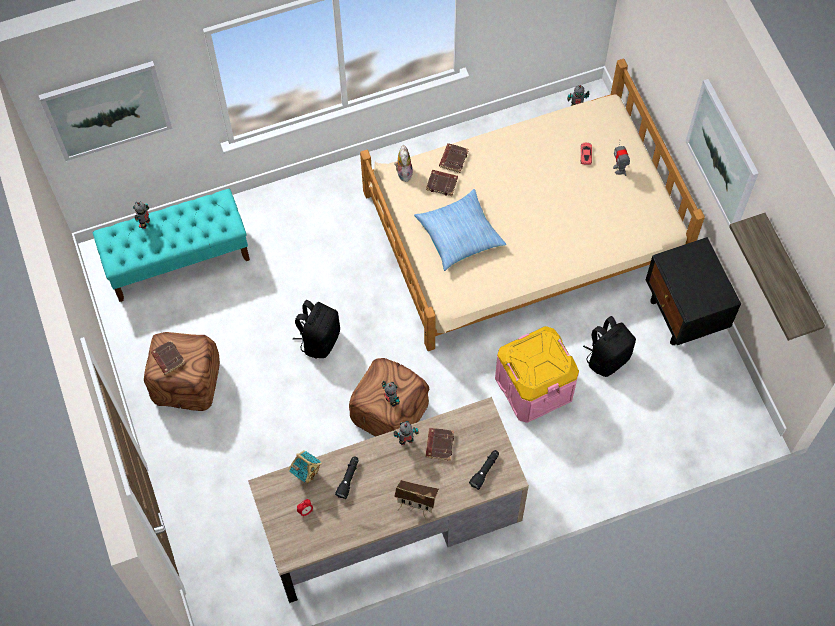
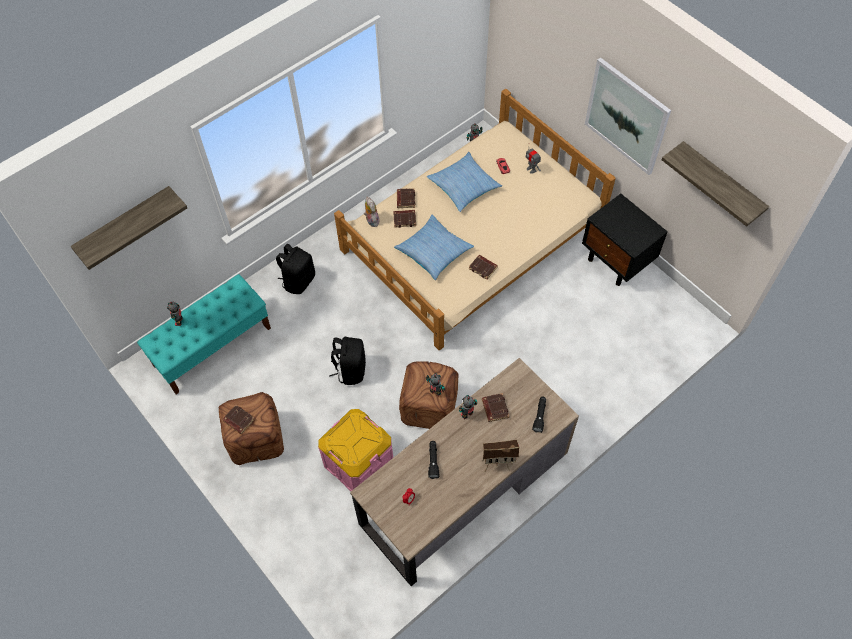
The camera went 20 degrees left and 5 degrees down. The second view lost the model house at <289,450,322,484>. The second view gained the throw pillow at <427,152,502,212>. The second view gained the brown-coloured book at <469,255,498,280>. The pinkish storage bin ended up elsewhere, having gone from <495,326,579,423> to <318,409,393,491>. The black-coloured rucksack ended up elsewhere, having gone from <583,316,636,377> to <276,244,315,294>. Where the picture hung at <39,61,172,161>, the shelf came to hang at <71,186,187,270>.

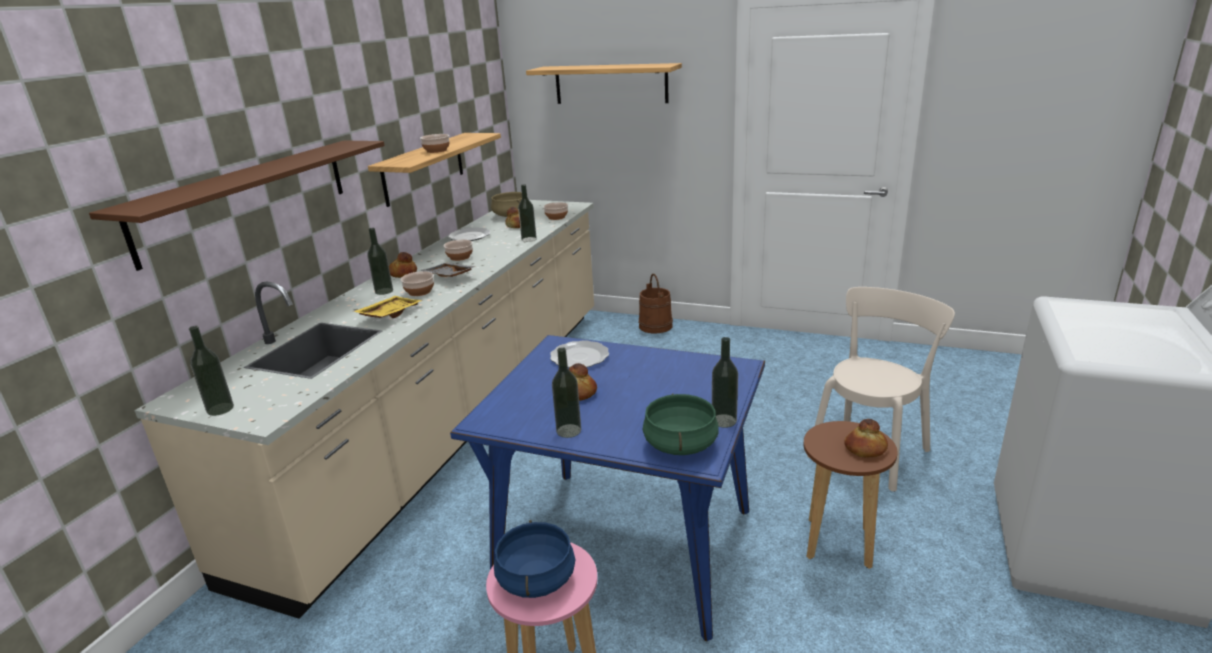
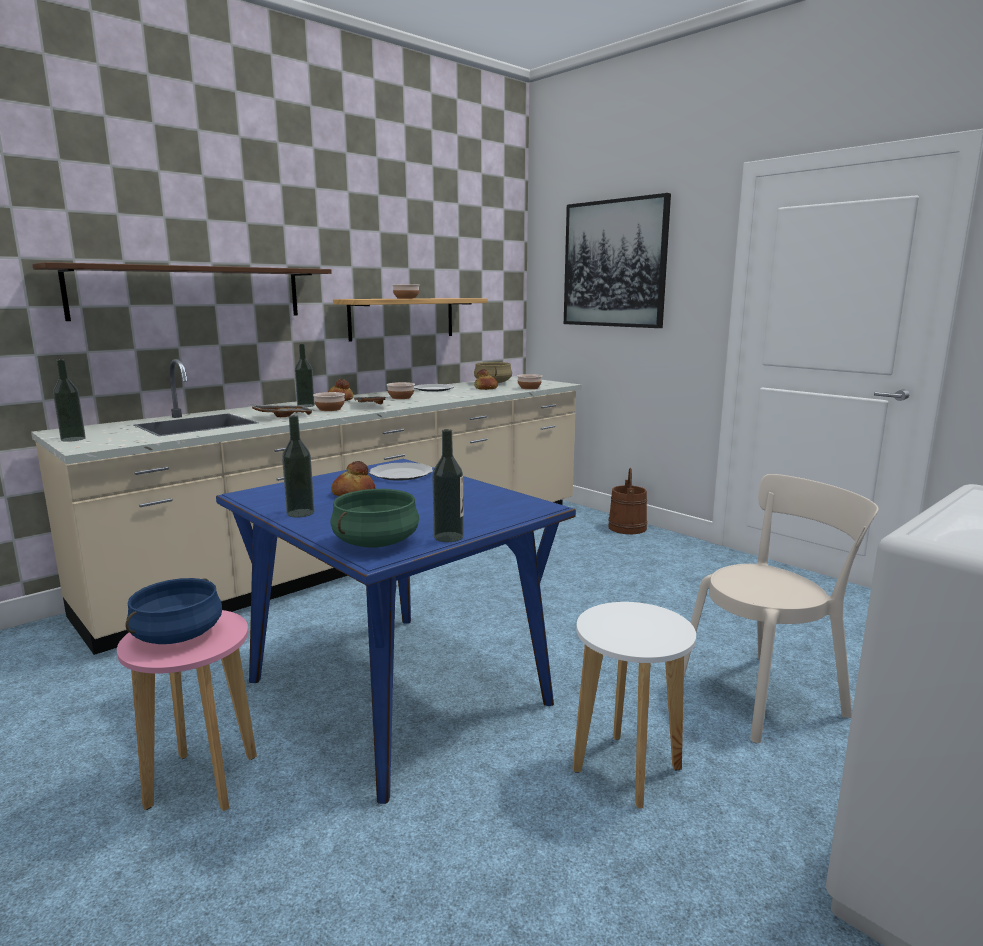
The camera went 25 degrees right and 10 degrees down. The second view lost the beverage bottle at <518,184,537,242>. The second view lost the bread at <844,419,888,457>. Where the shelf hung at <526,63,682,104>, the picture came to hang at <564,193,671,328>. What was the yellow carrying tray at <353,296,422,318> turned into the greyish carrying tray at <247,404,316,417>. What was the brown-coloured stool at <804,421,898,569> turned into the white stool at <573,602,696,808>.

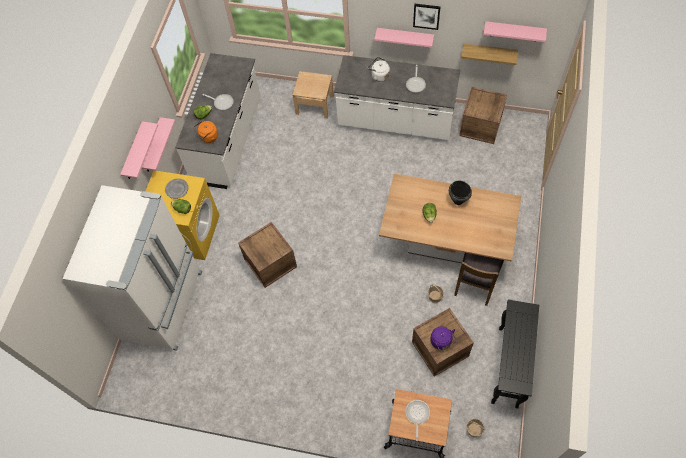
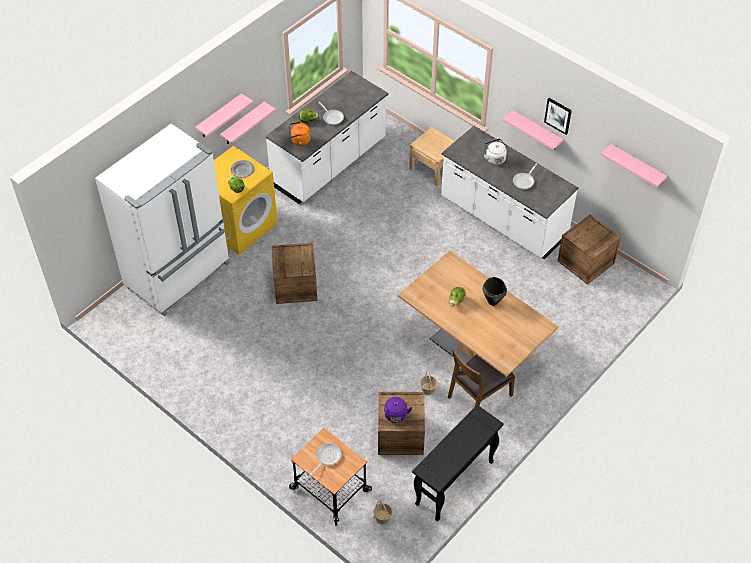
The camera went 25 degrees right and 10 degrees down. The second view lost the shelf at <461,43,518,65>.

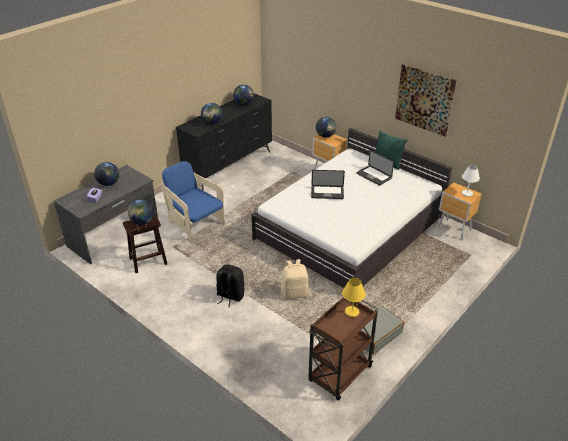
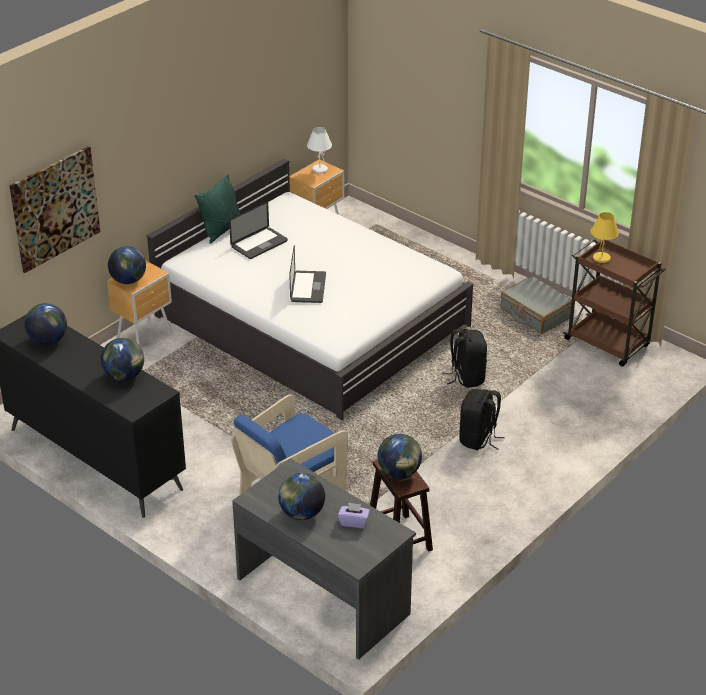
The camera went 90 degrees left and 0 degrees up. The picture ended up elsewhere, having gone from <395,64,457,137> to <9,146,100,273>. What was the beige-coloured rucksack at <281,259,309,300> turned into the black-coloured rucksack at <443,329,487,388>.

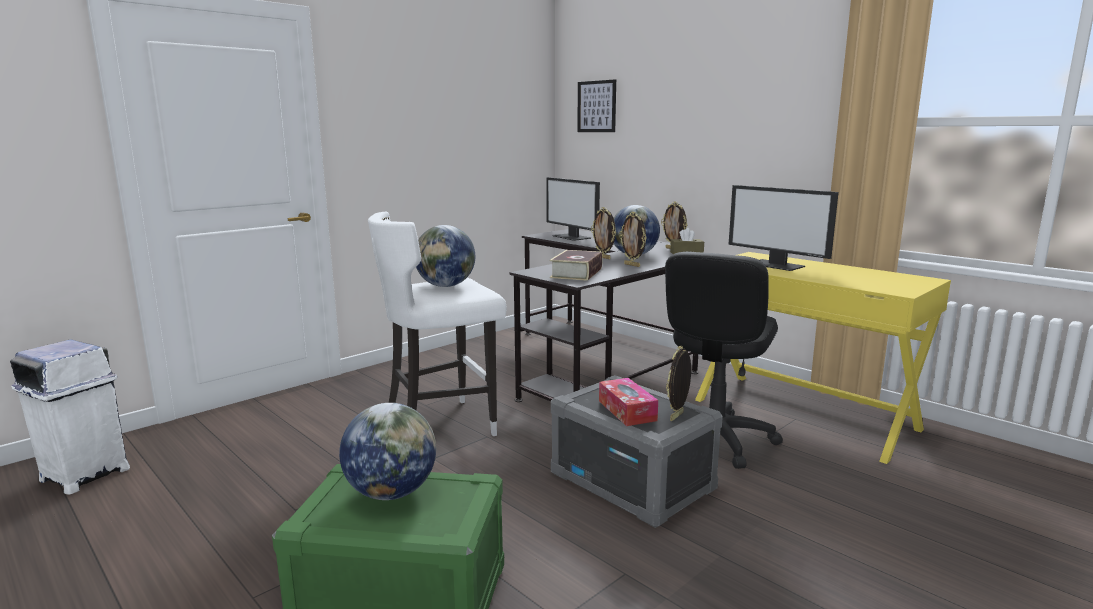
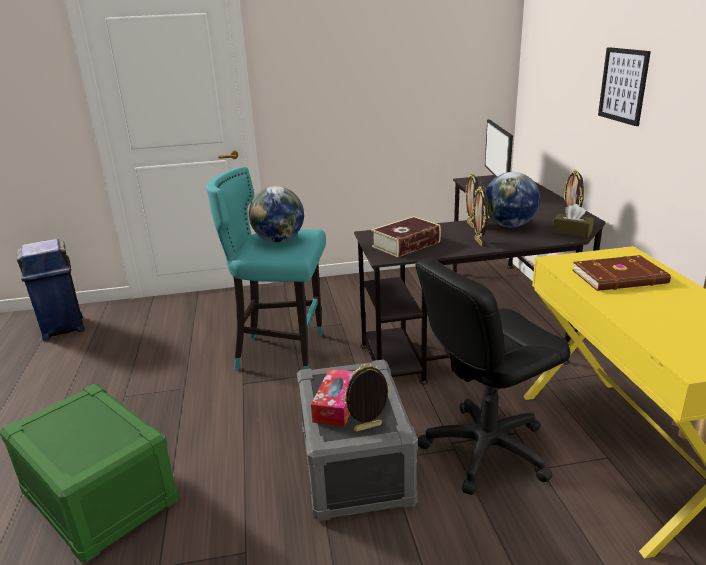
The camera went 35 degrees right and 10 degrees up. The second view lost the world globe at <339,403,436,500>. The picture ended up elsewhere, having gone from <577,79,616,132> to <598,47,651,126>. Where the computer display stood at <729,185,839,271>, the brown-coloured book came to stand at <572,255,671,291>. What was the white rubbish bin at <10,339,130,495> turned into the bluish rubbish bin at <17,239,85,341>. What was the white stool at <368,211,507,436> turned into the turquoise stool at <206,167,326,370>.

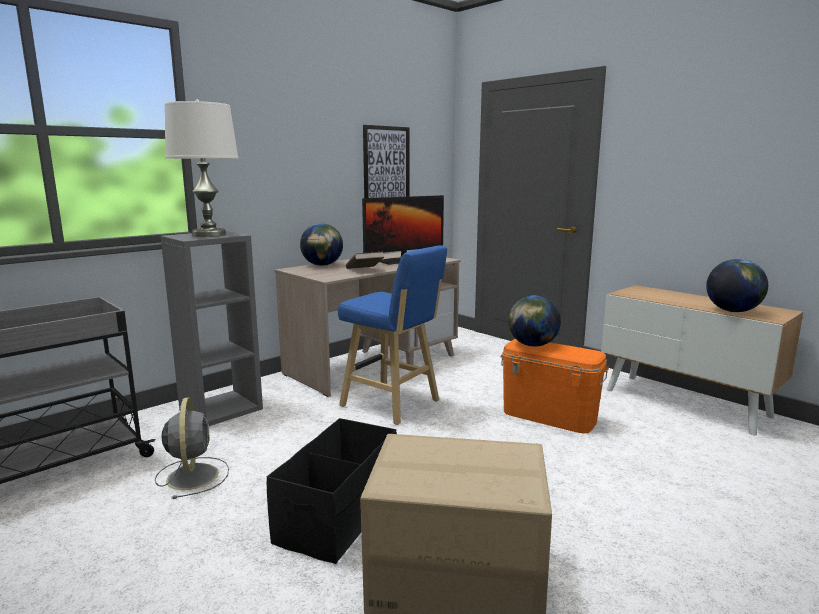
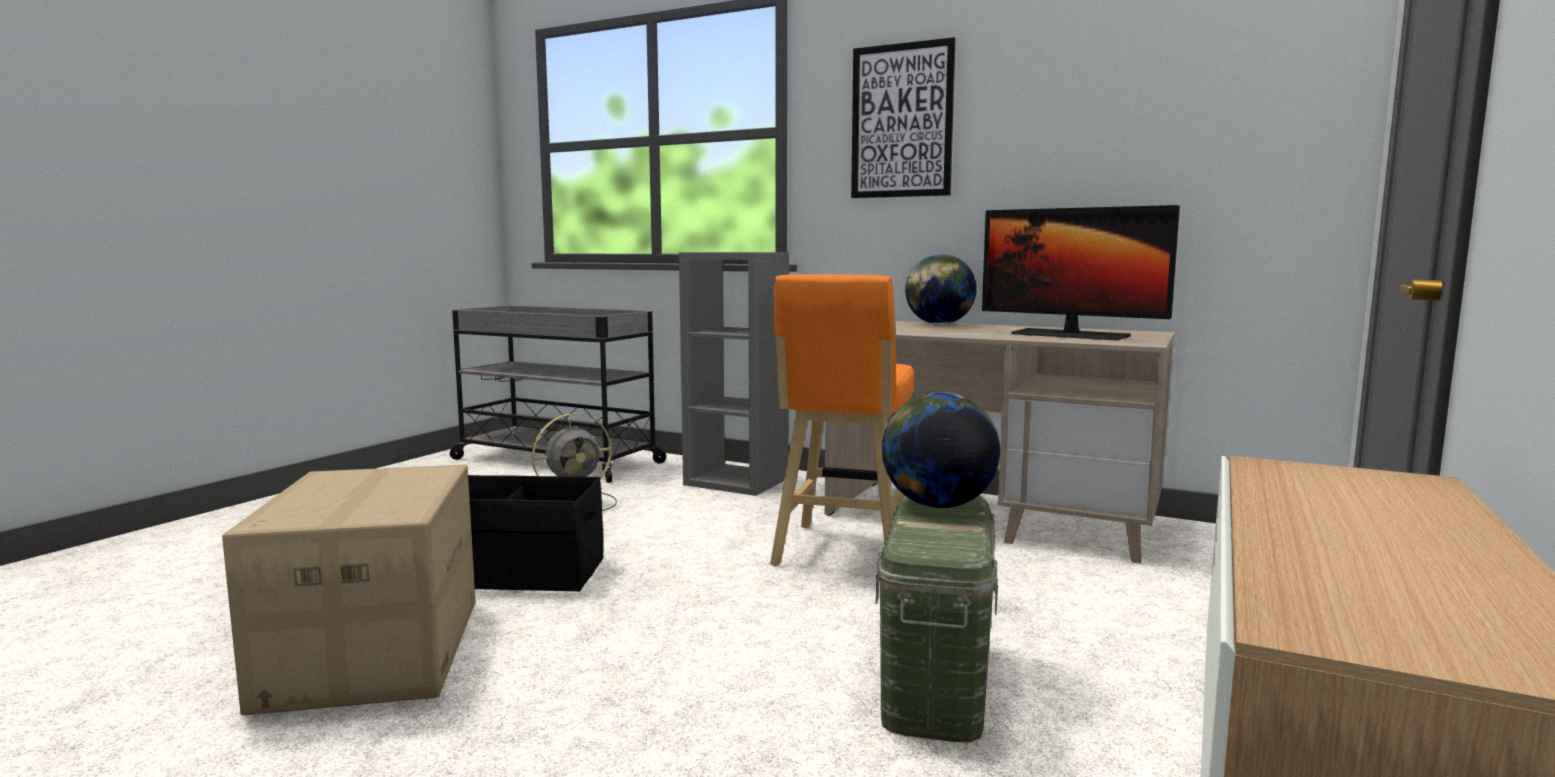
The camera went 70 degrees right and 5 degrees down. The second view lost the white tabletop lamp at <165,99,239,237>. The second view lost the brown-coloured book at <346,252,384,269>. The second view lost the world globe at <706,259,768,312>. The picture ended up elsewhere, having gone from <363,125,409,198> to <851,37,956,198>. What was the bluish stool at <338,246,447,425> turned into the orangey stool at <770,274,914,566>. What was the orangey storage bin at <501,339,609,434> turned into the green-coloured storage bin at <876,495,998,742>.

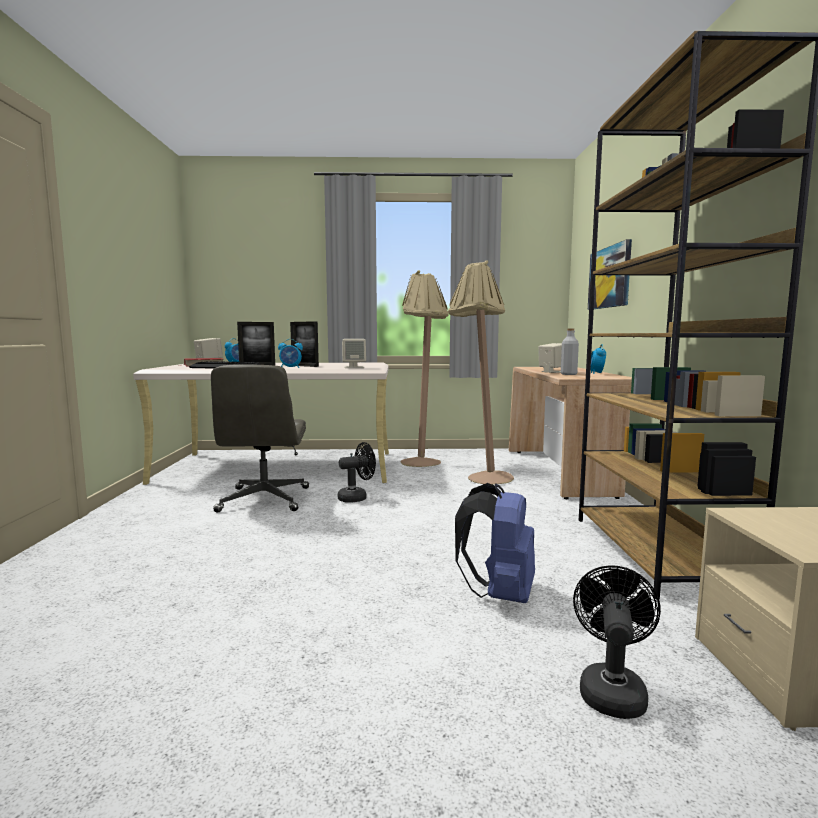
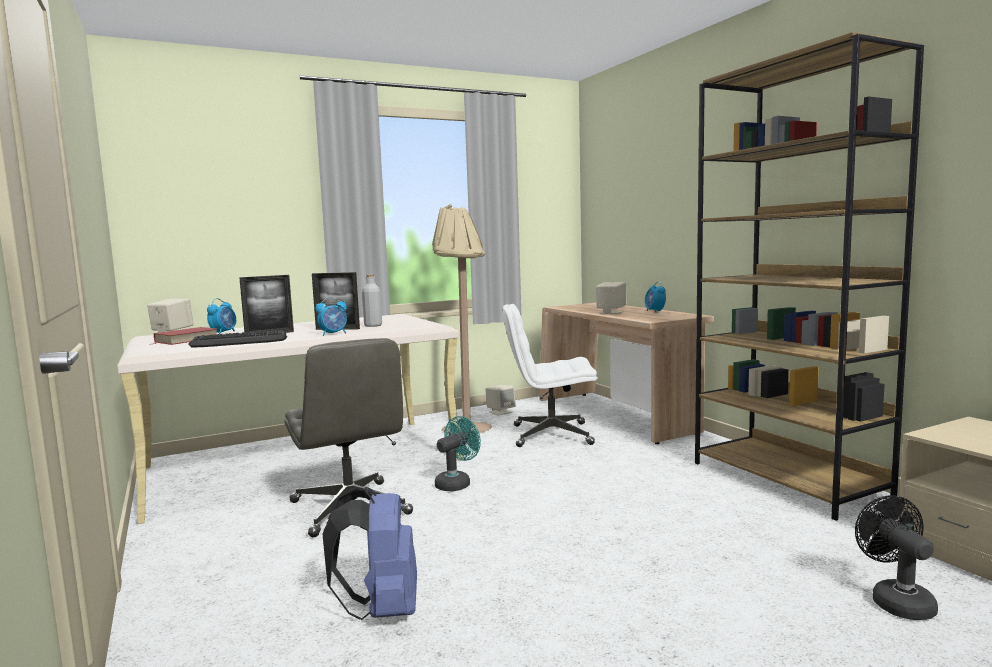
The camera went 25 degrees left and 0 degrees up. The second view lost the picture at <588,239,632,310>. The beige-coloured loudspeaker ended up elsewhere, having gone from <342,339,366,368> to <486,385,516,416>. The bluish rucksack ended up elsewhere, having gone from <455,483,535,603> to <322,487,417,620>. The greyish beverage bottle ended up elsewhere, having gone from <561,328,579,375> to <362,274,382,327>. Where the beige-coloured standard lamp stood at <448,260,514,484>, the white desk chair came to stand at <503,304,598,447>. What was the black-coloured cooling fan at <338,442,376,503> turned into the turquoise cooling fan at <435,416,481,491>.

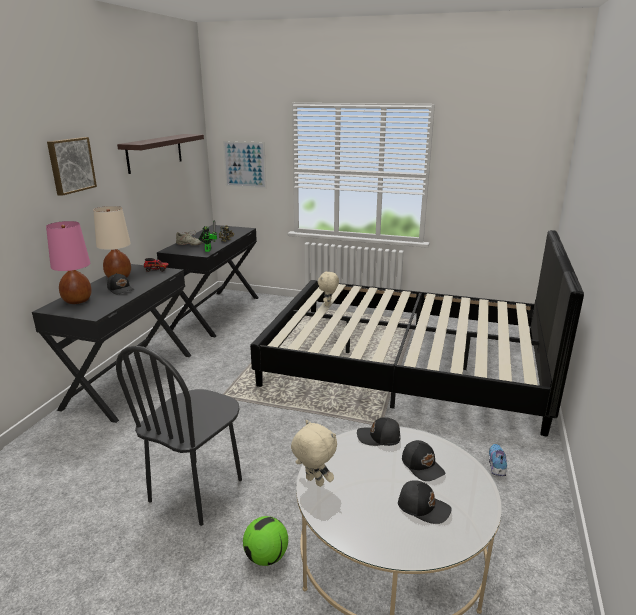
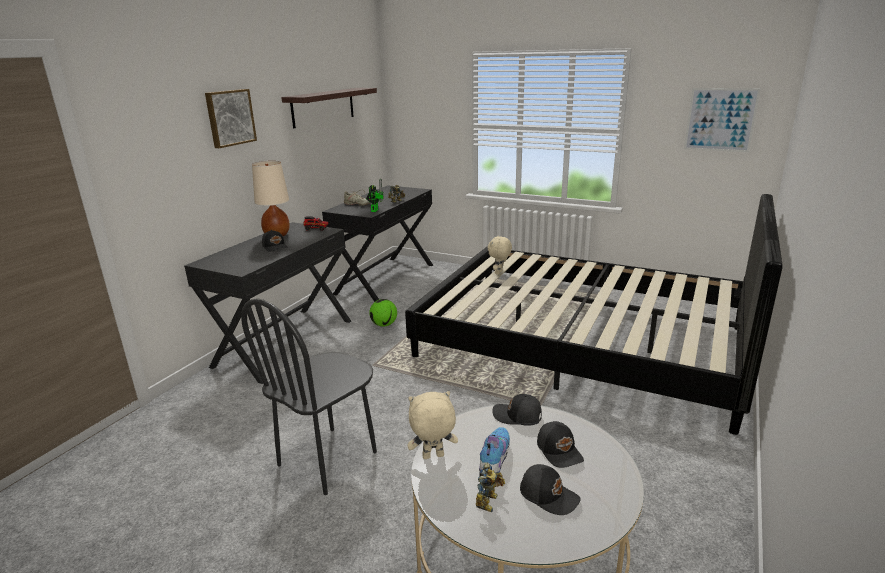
The camera went 10 degrees right and 0 degrees up. The second view lost the pinkish tabletop lamp at <46,221,92,304>. The second view gained the robot figure at <476,463,505,512>. The picture ended up elsewhere, having gone from <223,141,266,188> to <684,88,761,152>. The ball for football ended up elsewhere, having gone from <243,516,288,566> to <369,299,397,327>. The item of footwear ended up elsewhere, having gone from <489,444,507,476> to <479,427,510,473>. The beige-coloured plush toy at <291,420,337,487> ended up facing another way, 60 degrees counterclockwise from before.

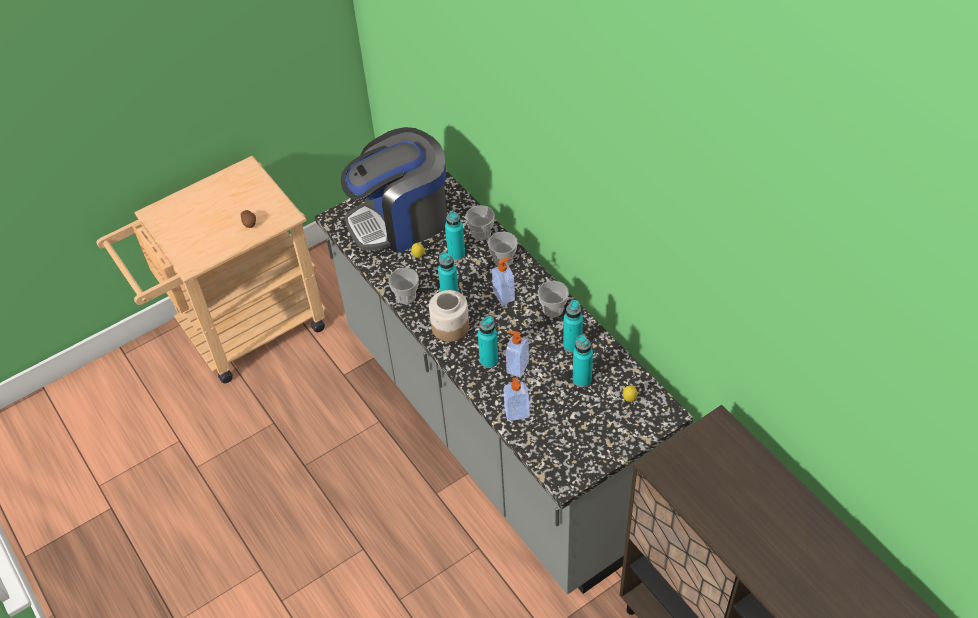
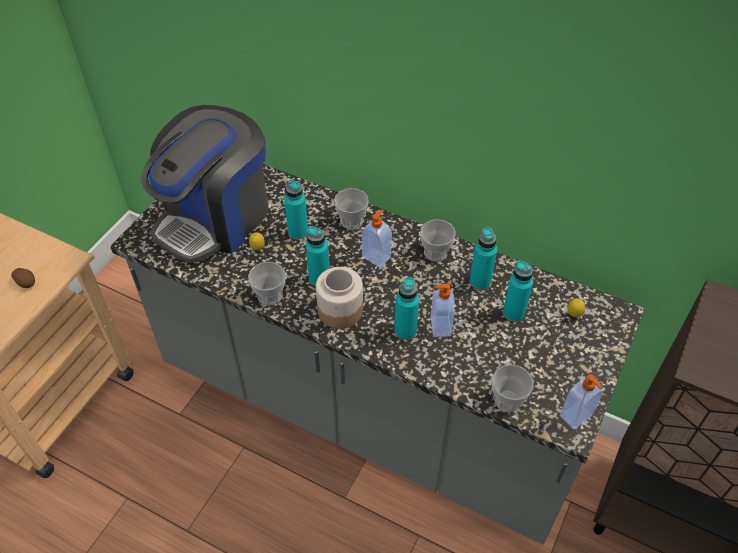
The camera went 30 degrees left and 0 degrees up. The small cup ended up elsewhere, having gone from <466,205,495,241> to <492,364,534,413>. The liquid soap bottle ended up elsewhere, having gone from <503,377,530,421> to <560,373,603,429>.

